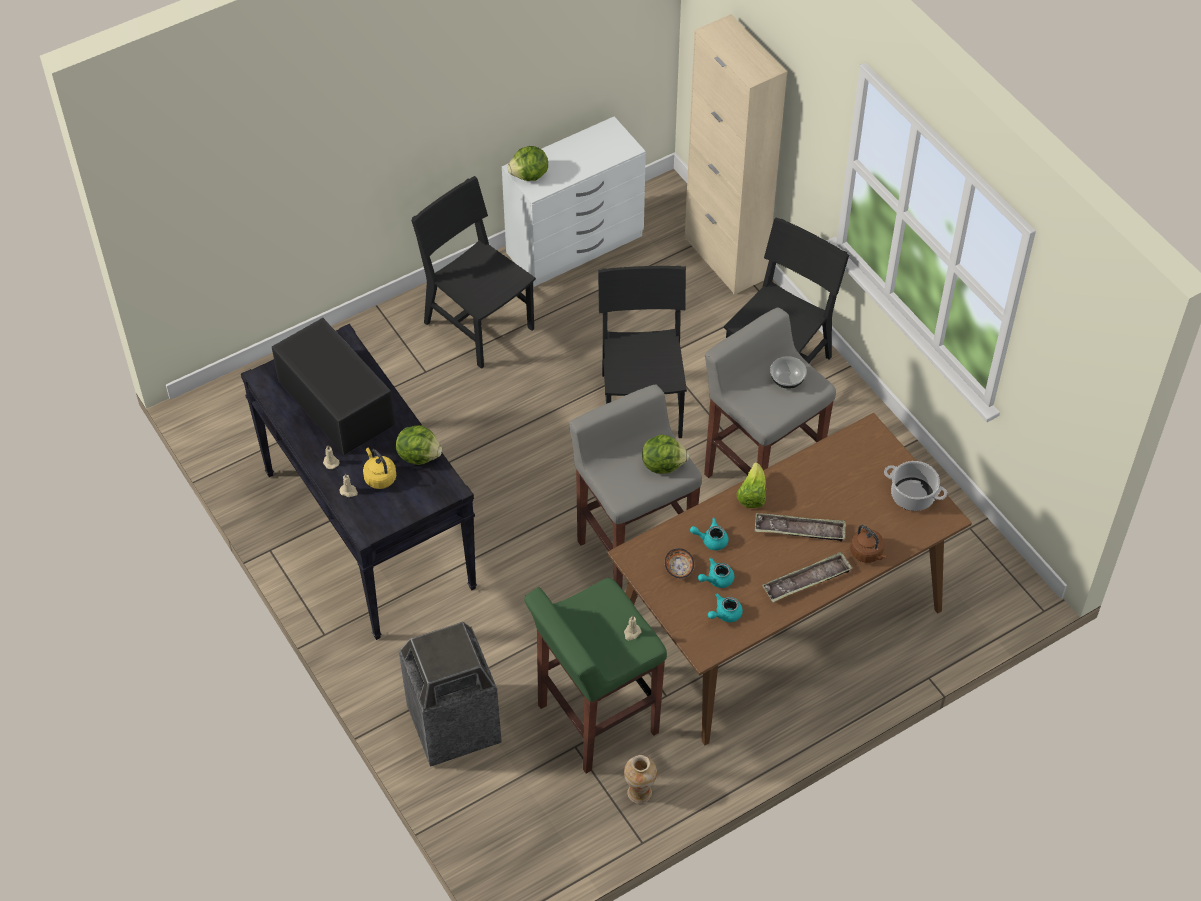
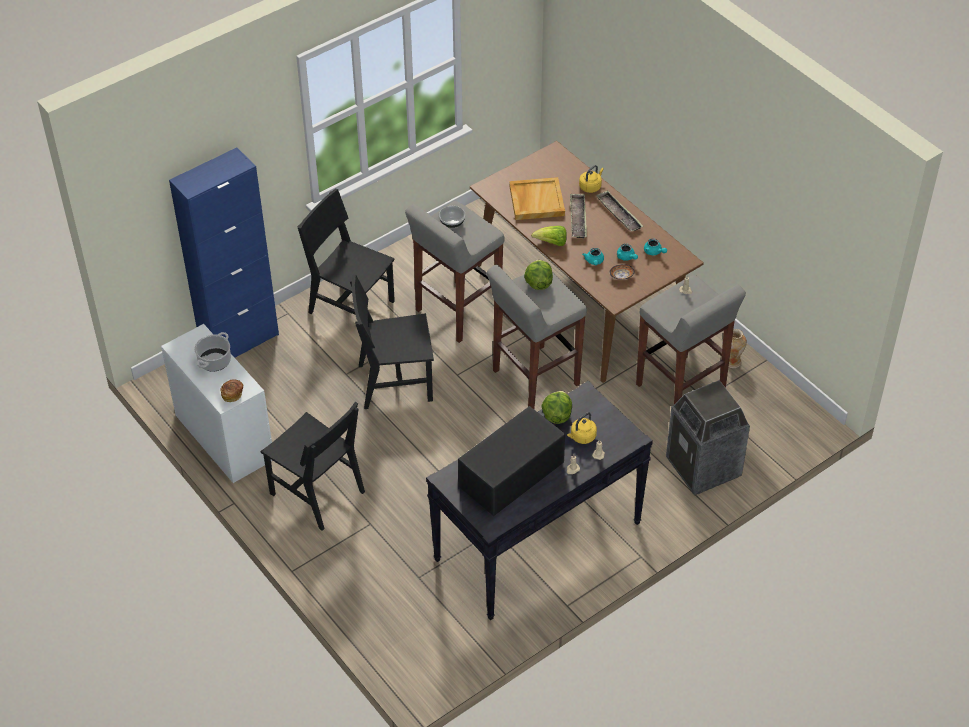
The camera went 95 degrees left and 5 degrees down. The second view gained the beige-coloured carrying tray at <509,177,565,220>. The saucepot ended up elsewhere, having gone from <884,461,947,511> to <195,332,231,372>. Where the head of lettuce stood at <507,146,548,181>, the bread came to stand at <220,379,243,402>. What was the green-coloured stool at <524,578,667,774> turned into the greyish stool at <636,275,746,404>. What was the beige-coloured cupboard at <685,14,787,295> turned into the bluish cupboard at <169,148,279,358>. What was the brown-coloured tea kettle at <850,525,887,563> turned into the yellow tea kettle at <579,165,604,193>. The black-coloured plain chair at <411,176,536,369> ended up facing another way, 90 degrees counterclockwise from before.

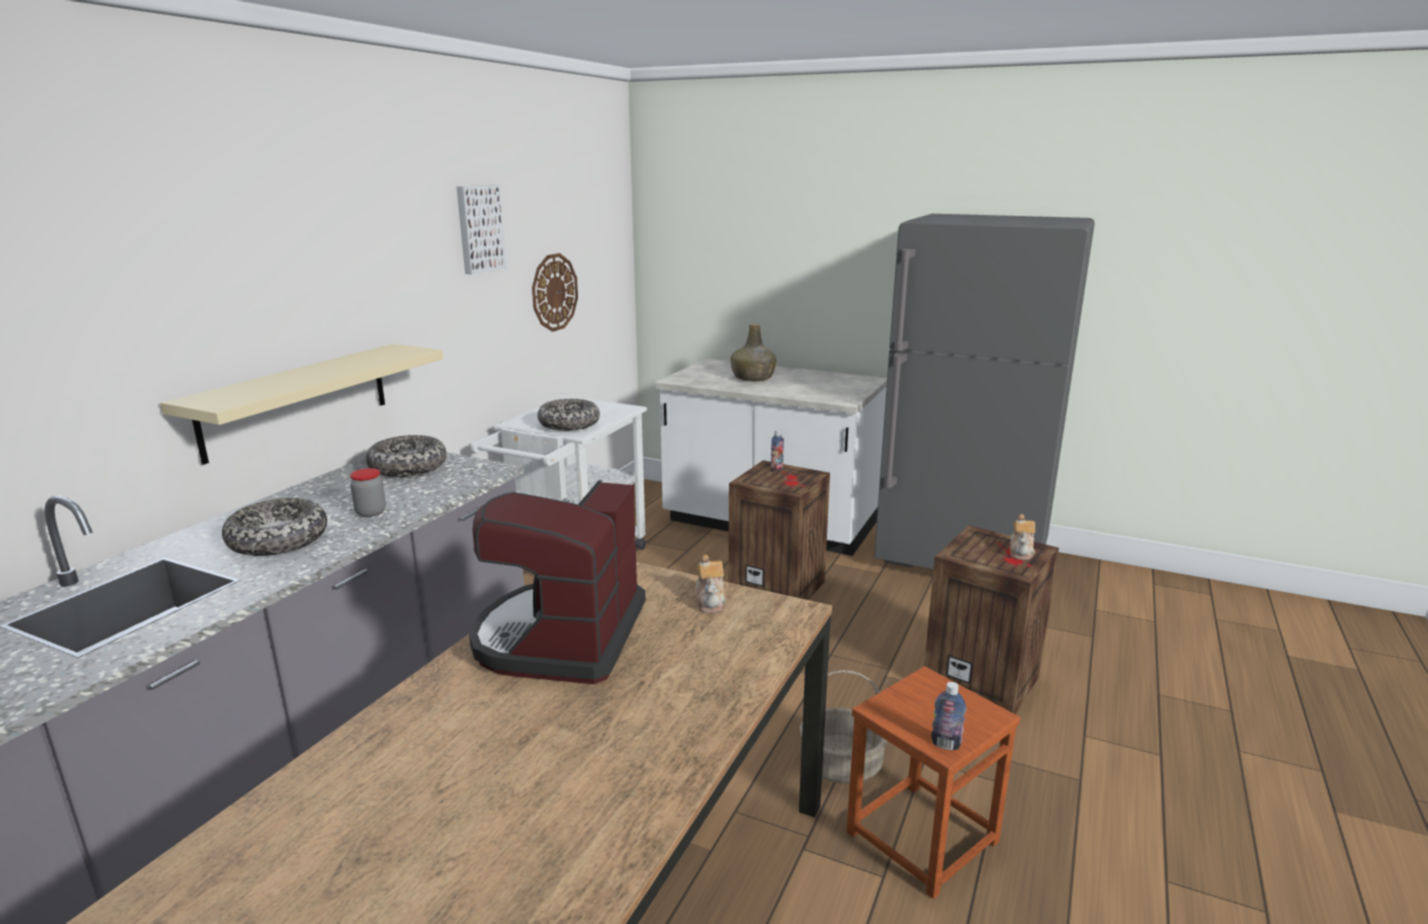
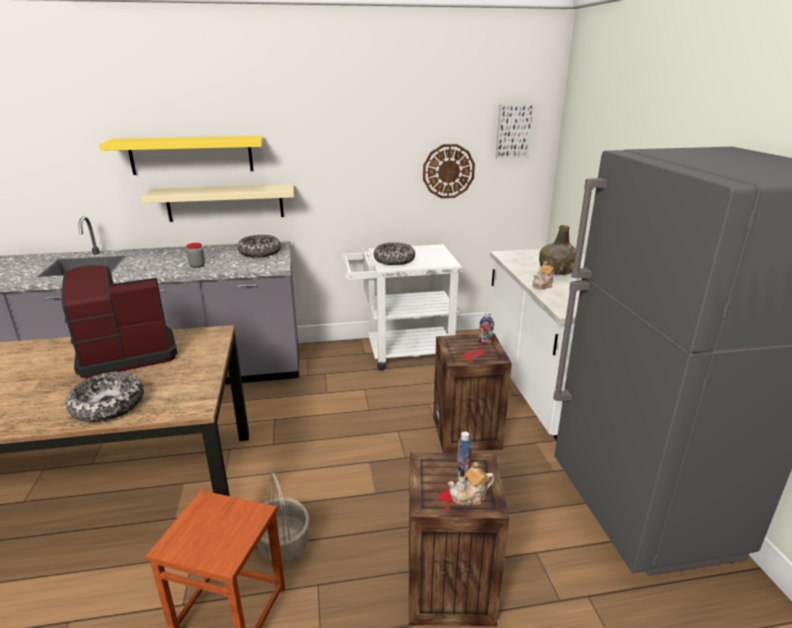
The camera went 55 degrees right and 5 degrees up. The second view gained the yellow shelf at <99,136,263,175>. The deep dish ended up elsewhere, having gone from <222,498,327,556> to <66,372,144,422>. The picture ended up elsewhere, having gone from <456,185,507,274> to <495,104,534,159>. The tea pot ended up elsewhere, having gone from <696,555,727,614> to <532,261,555,289>. The beverage bottle ended up elsewhere, having gone from <931,682,966,750> to <456,431,472,480>.

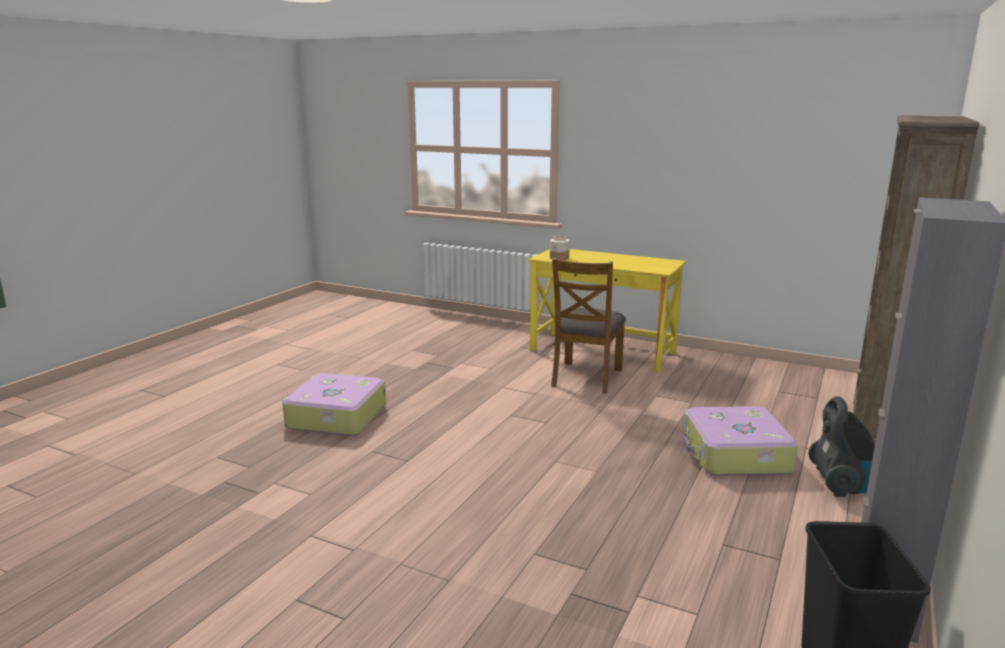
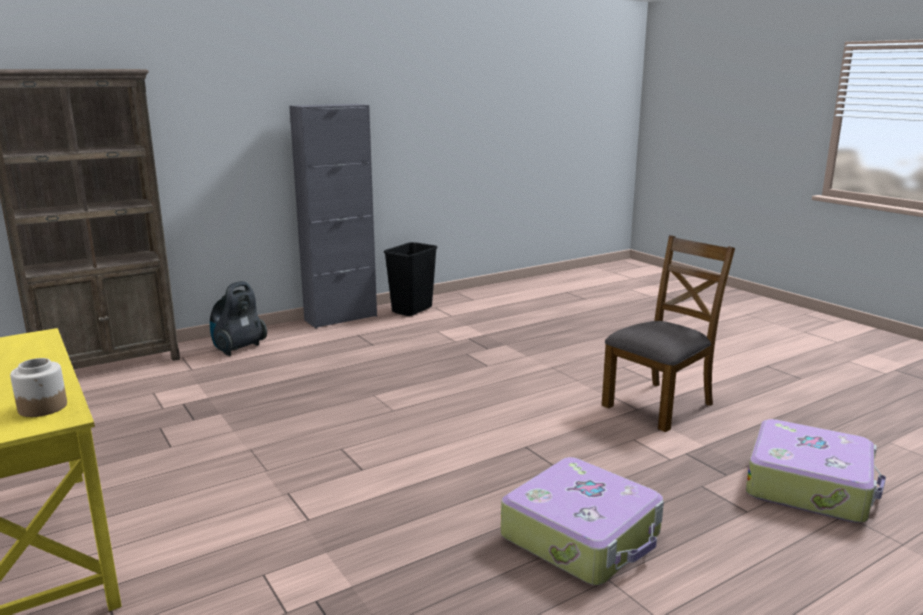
The camera went 150 degrees left and 0 degrees up. The brown-coloured plain chair ended up elsewhere, having gone from <551,257,626,394> to <602,235,735,432>. The travel case ended up elsewhere, having gone from <683,406,798,476> to <746,419,886,523>.

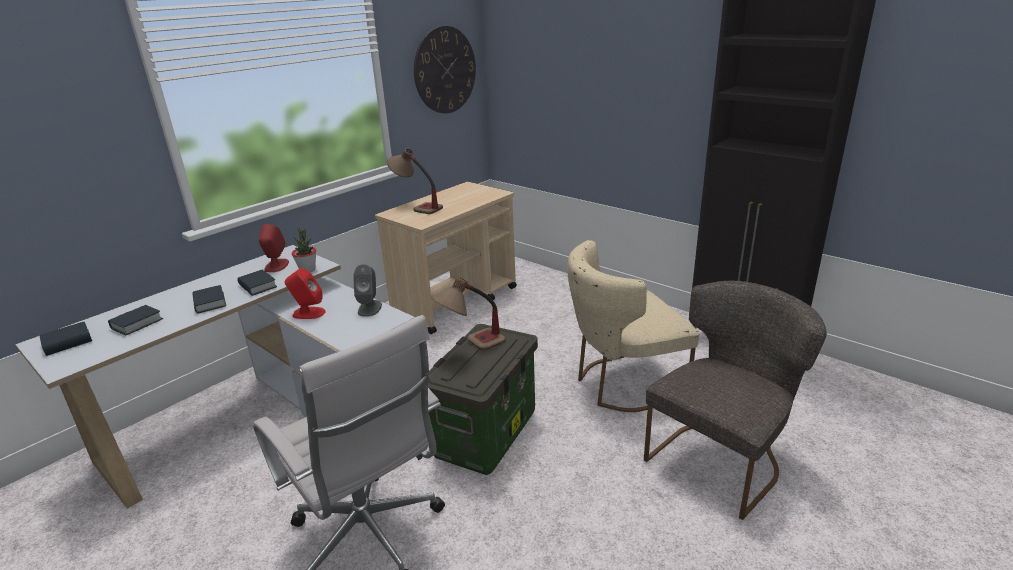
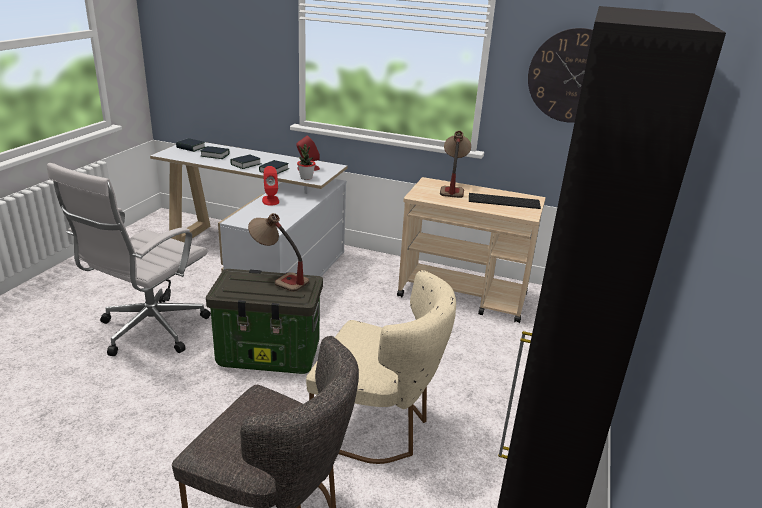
The camera went 65 degrees right and 0 degrees up. The second view lost the greyish loudspeaker at <353,264,382,317>. The second view gained the PC keyboard at <469,193,541,209>. The beige-coloured plain chair at <567,240,699,412> ended up facing another way, 150 degrees clockwise from before.

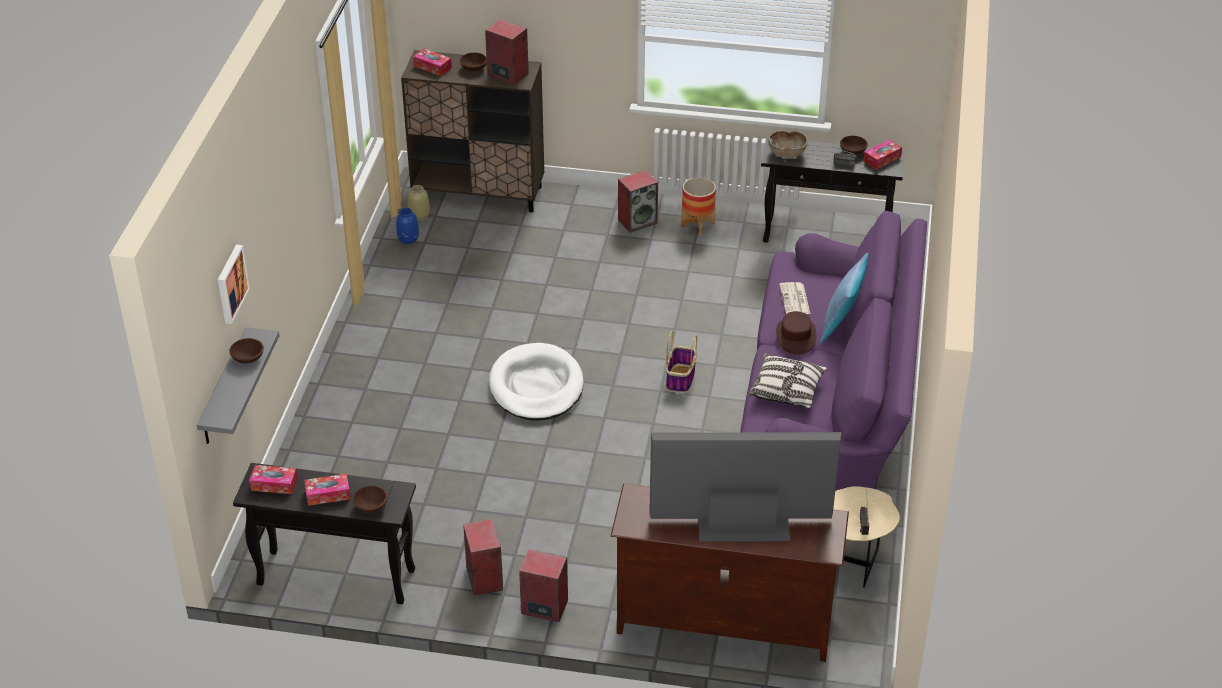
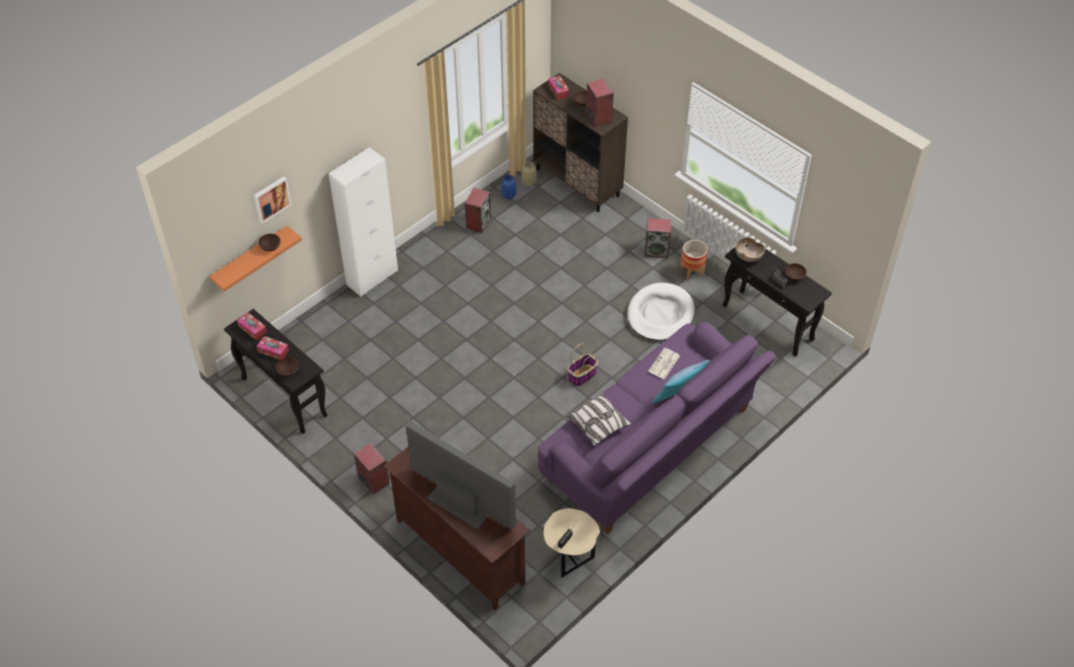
The camera went 35 degrees right and 10 degrees up. The second view lost the brown-coloured clothing hat at <776,311,816,354>. The second view lost the tissue holder at <864,139,902,170>. The second view gained the white cupboard at <328,147,398,296>. The loudspeaker ended up elsewhere, having gone from <463,519,503,596> to <465,188,491,233>. The white pet bed ended up elsewhere, having gone from <489,343,584,421> to <627,283,695,341>. What was the greyish shelf at <197,327,280,444> turned into the orangey shelf at <209,226,302,291>.

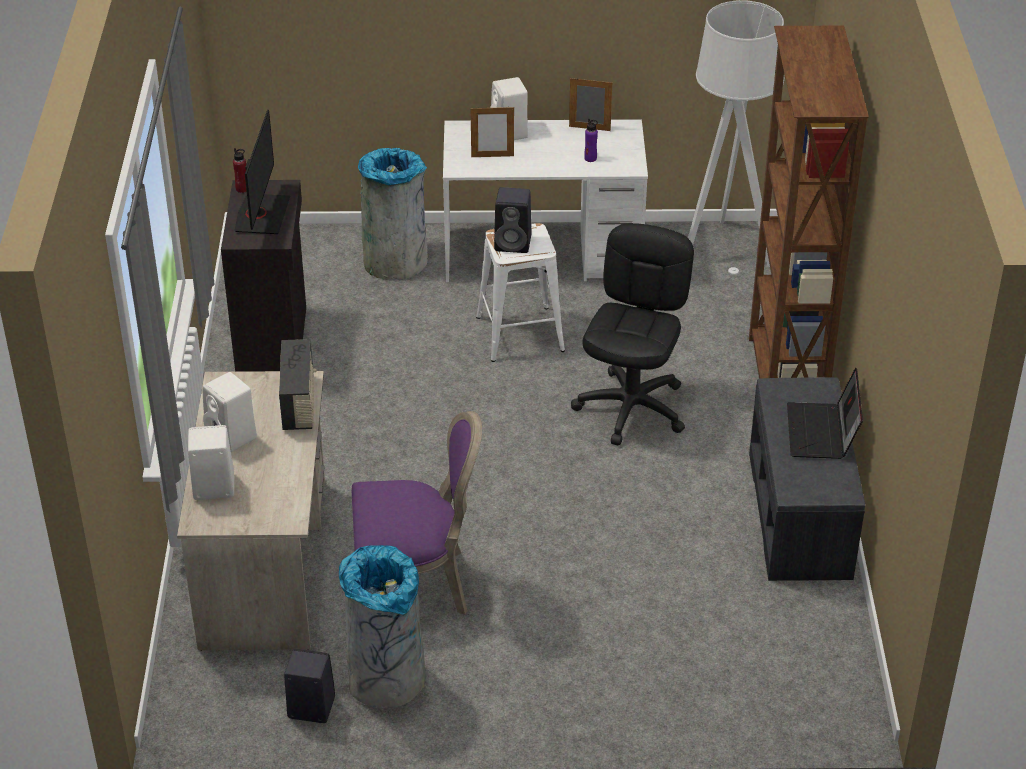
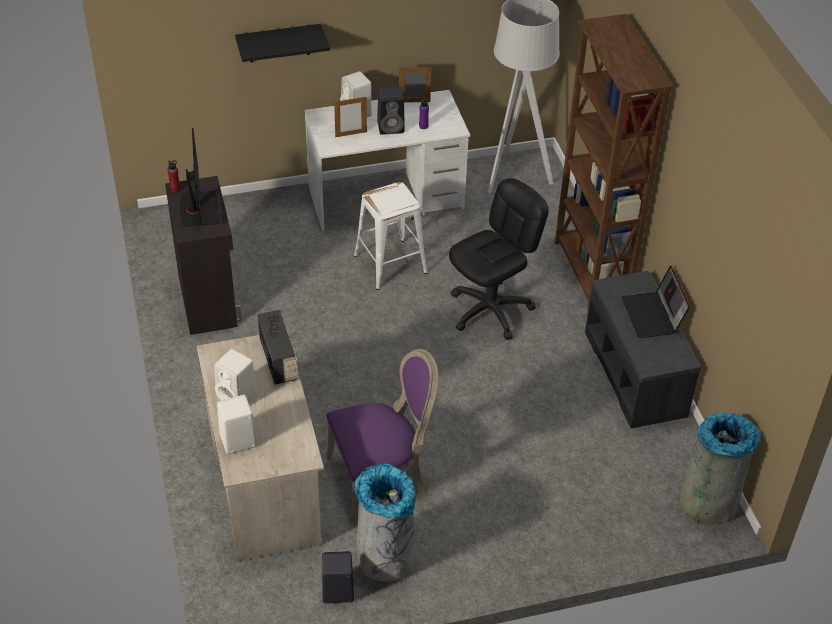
The camera went 15 degrees left and 5 degrees up. The second view gained the black-coloured shelf at <235,24,330,62>. The greyish rubbish bin ended up elsewhere, having gone from <358,148,428,279> to <679,412,761,524>. The black-coloured loudspeaker ended up elsewhere, having gone from <494,187,531,253> to <377,87,405,135>. The black-coloured desk chair at <571,223,694,446> ended up facing another way, 45 degrees clockwise from before.

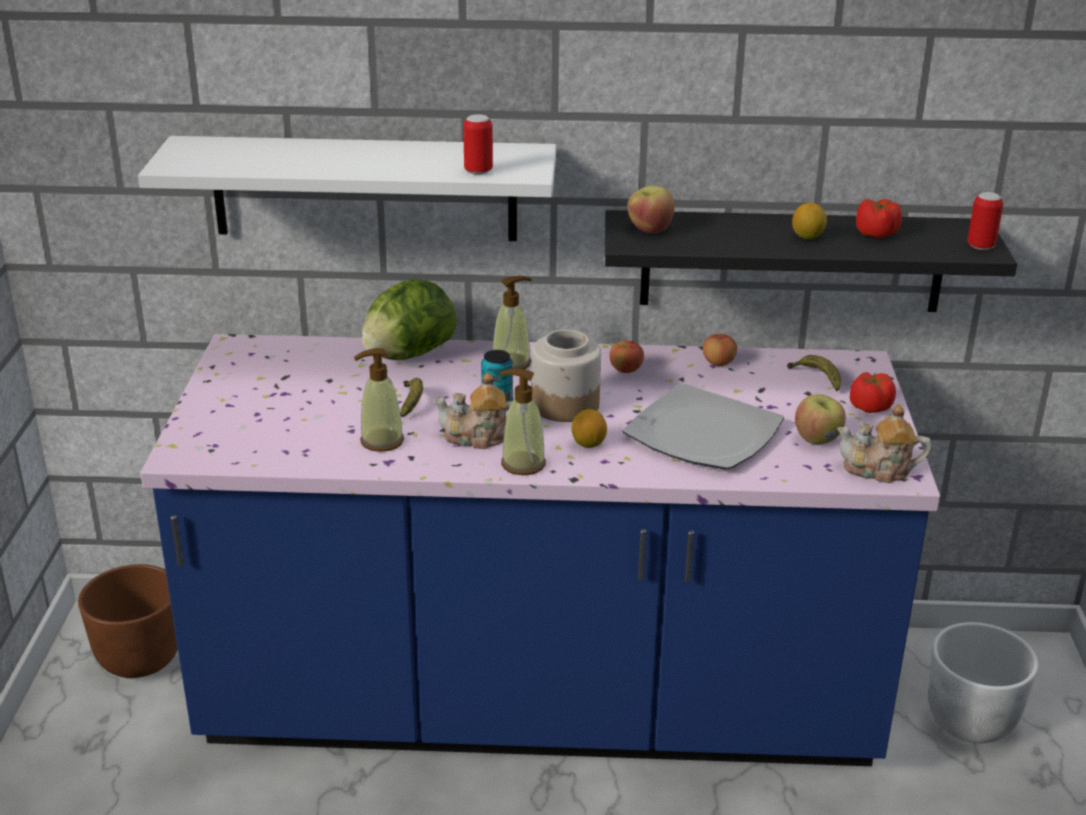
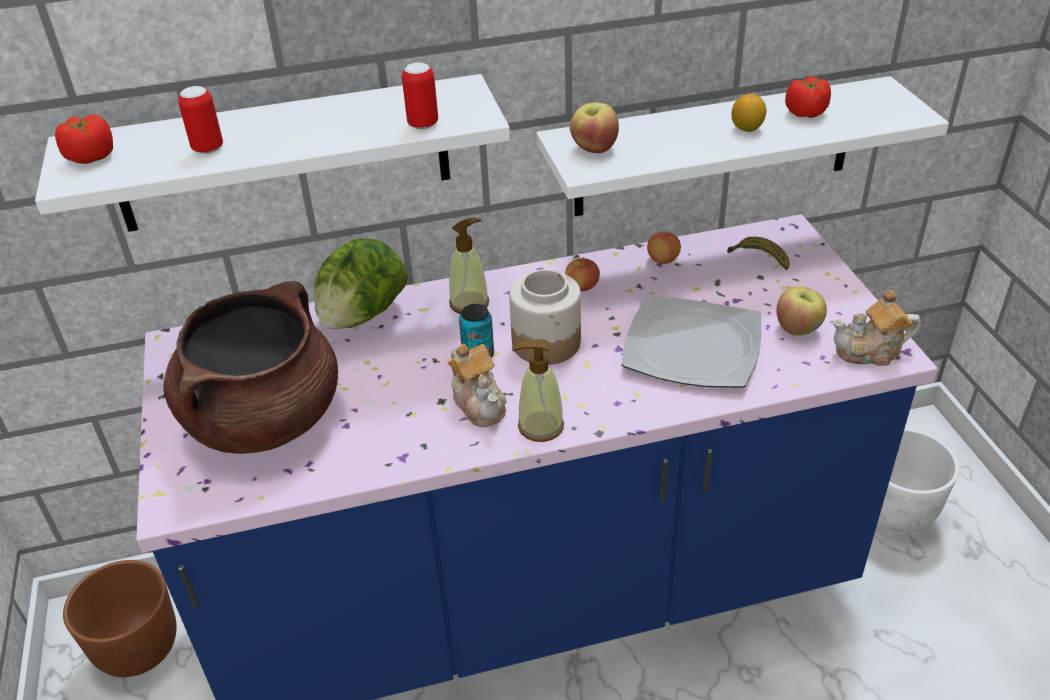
The camera went 15 degrees left and 10 degrees up. The second view lost the liquid soap bottle at <353,348,404,452>. The second view lost the whole banana at <400,378,423,417>. The second view lost the lemon at <571,409,607,448>. The second view gained the brown-coloured saucepot at <163,281,338,454>. The tomato ended up elsewhere, having gone from <850,372,896,413> to <55,115,113,164>. The metal can ended up elsewhere, having gone from <967,192,1003,250> to <178,86,223,154>. What was the black-coloured shelf at <605,210,1017,312> turned into the white shelf at <536,76,949,216>. The tea pot at <433,372,512,449> ended up facing another way, 105 degrees counterclockwise from before.

